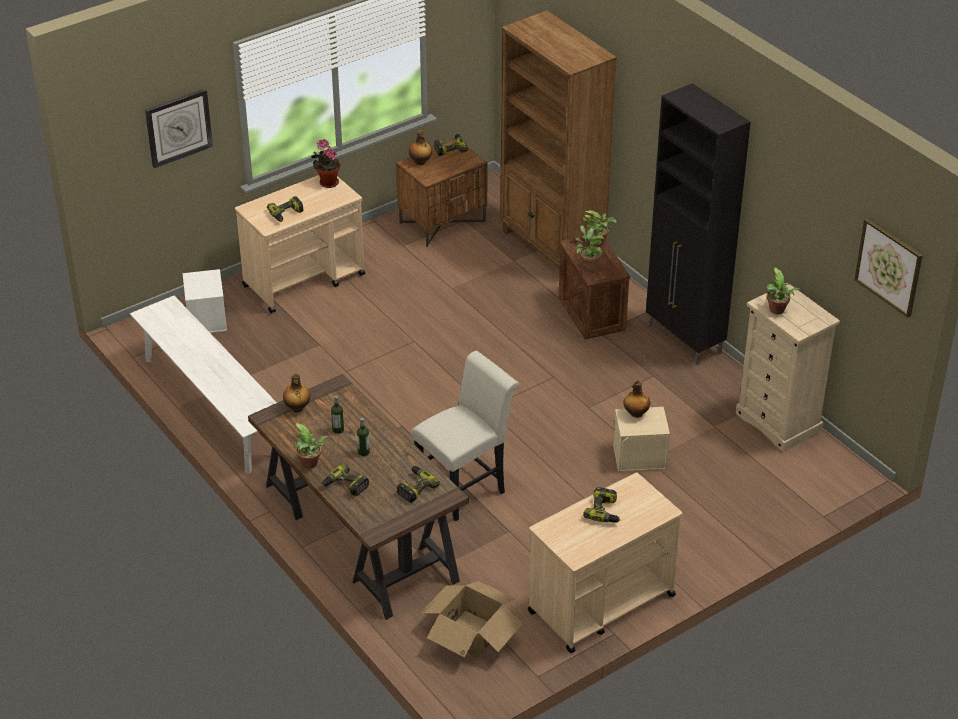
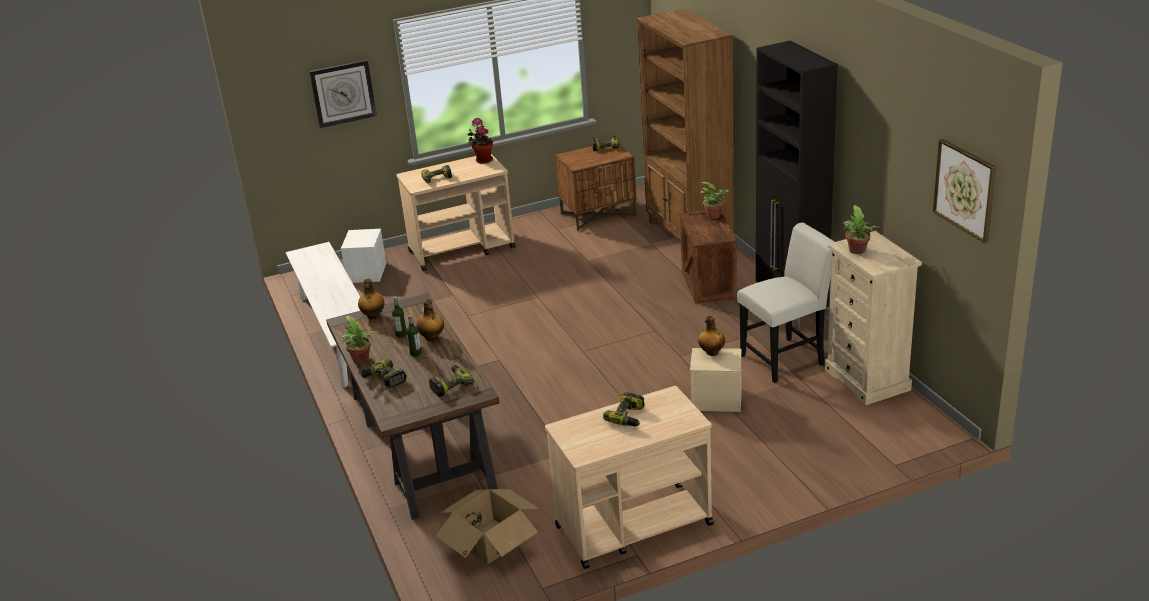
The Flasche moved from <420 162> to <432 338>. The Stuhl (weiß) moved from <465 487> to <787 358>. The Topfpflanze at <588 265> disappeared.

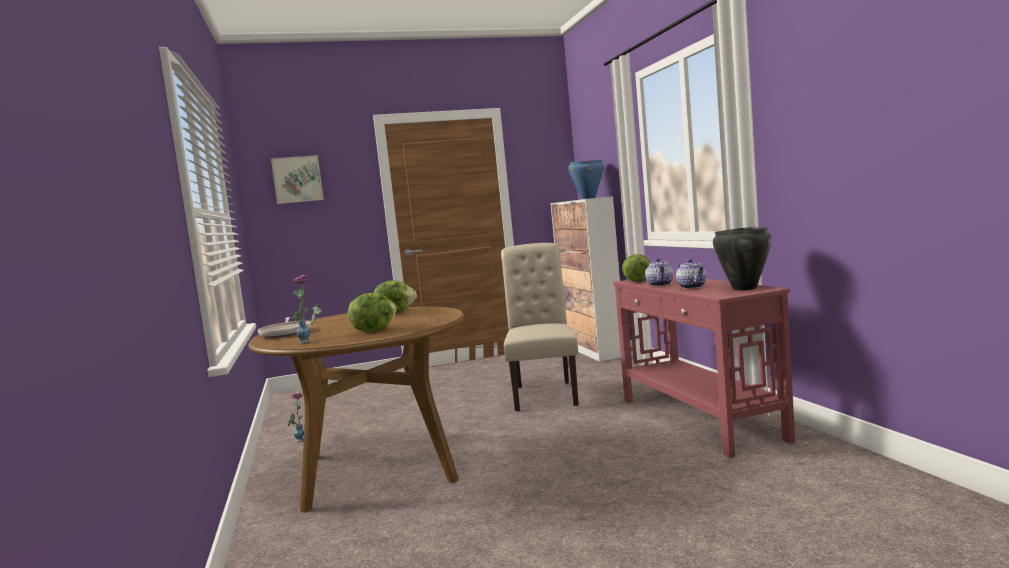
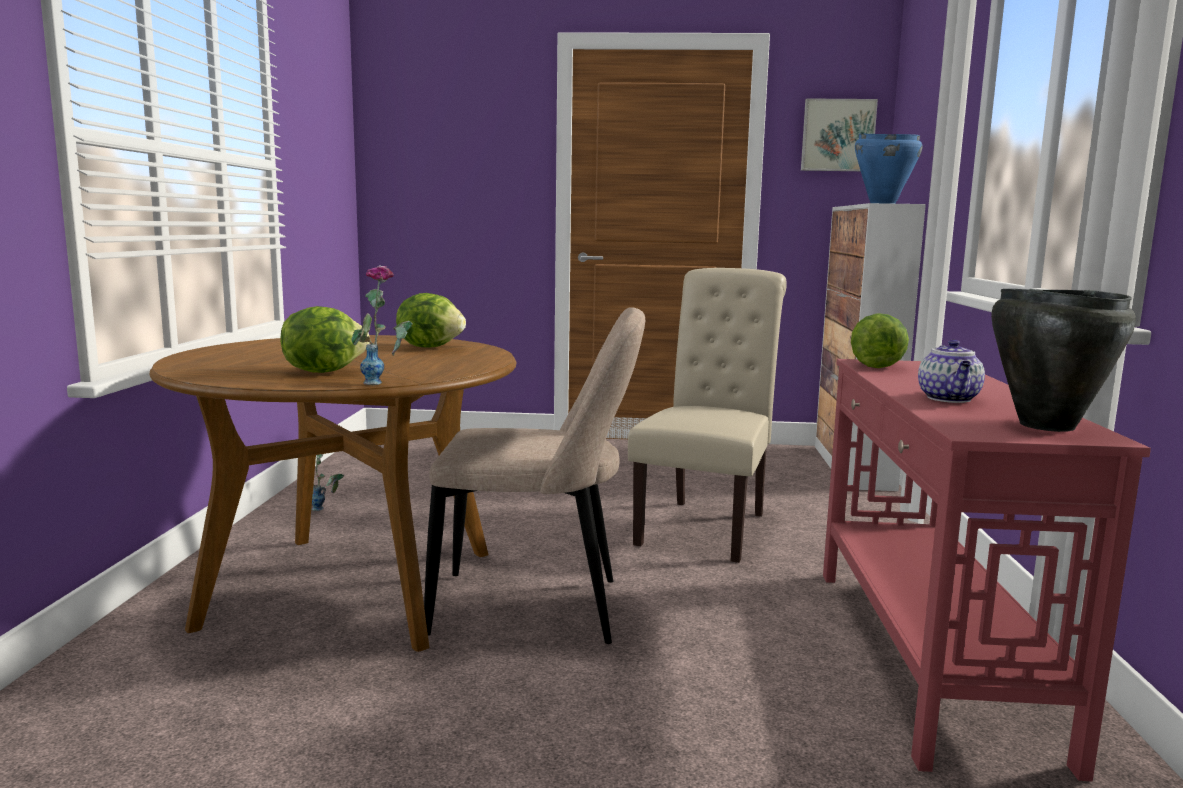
The Pfanne at <286 333> disappeared. The Bild moved from <297 179> to <837 135>. The Vase moved from <312 340> to <386 383>. The Teekanne at <660 284> disappeared. The Stuhl (beige) at <537 608> appeared.

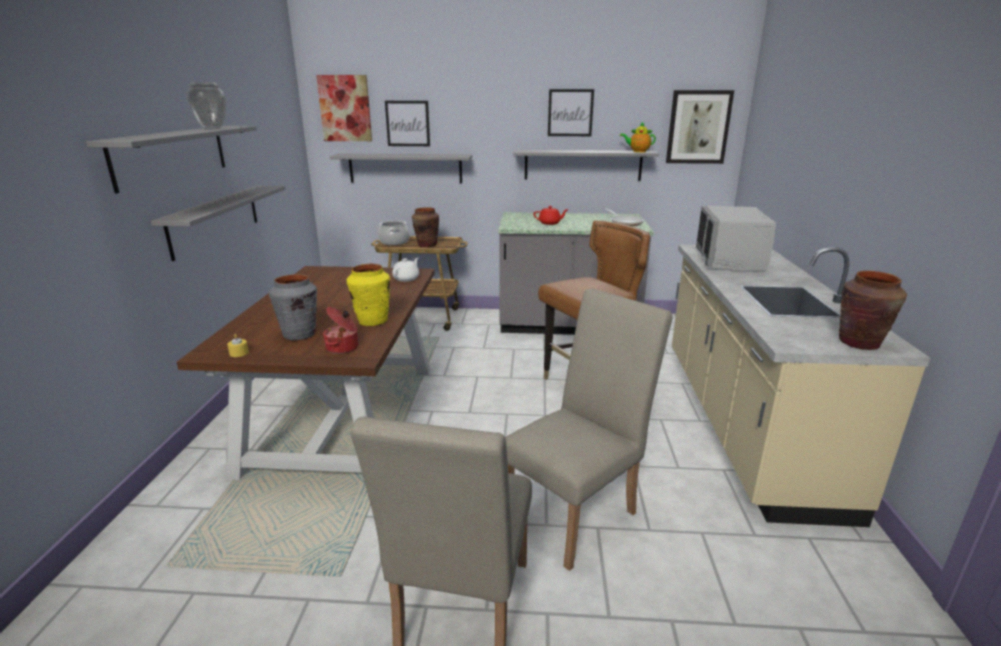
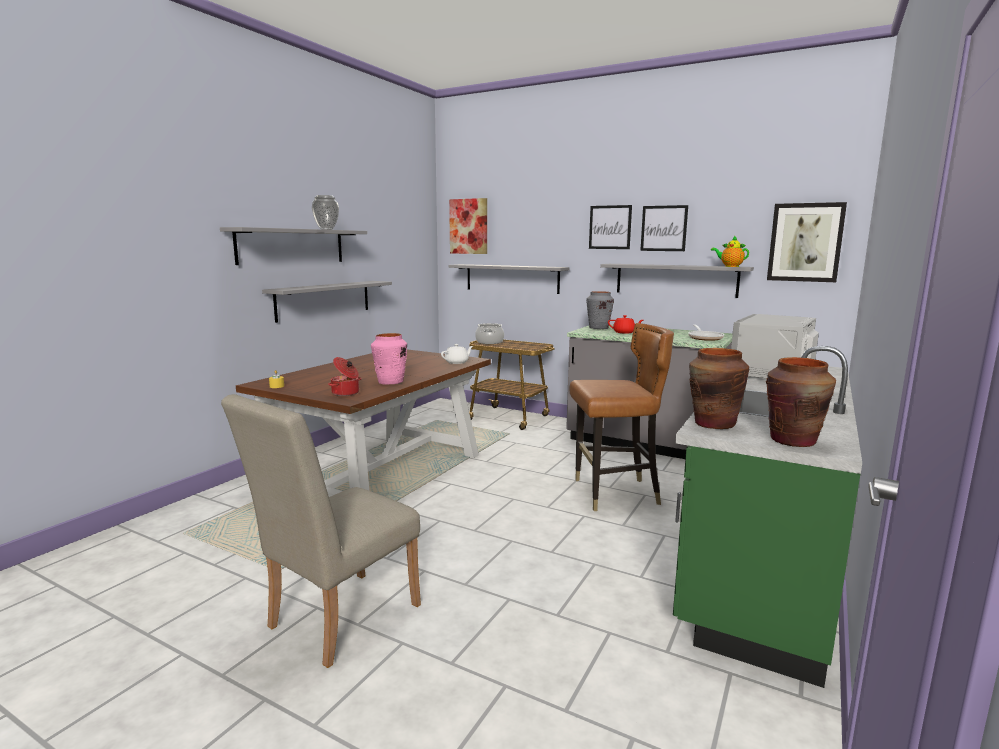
The Vase (grau) moved from <299 334> to <598 328>. The Vase (gelb) at <372 321> became the Vase (rosa) at <390 382>. The Bild moved from <407 123> to <610 227>. The Vase (braun) moved from <427 245> to <713 424>. The Stuhl (beige) at <577 512> disappeared. The Küchenzeile (beige) at <743 423> became the Küchenzeile (grün) at <760 559>.

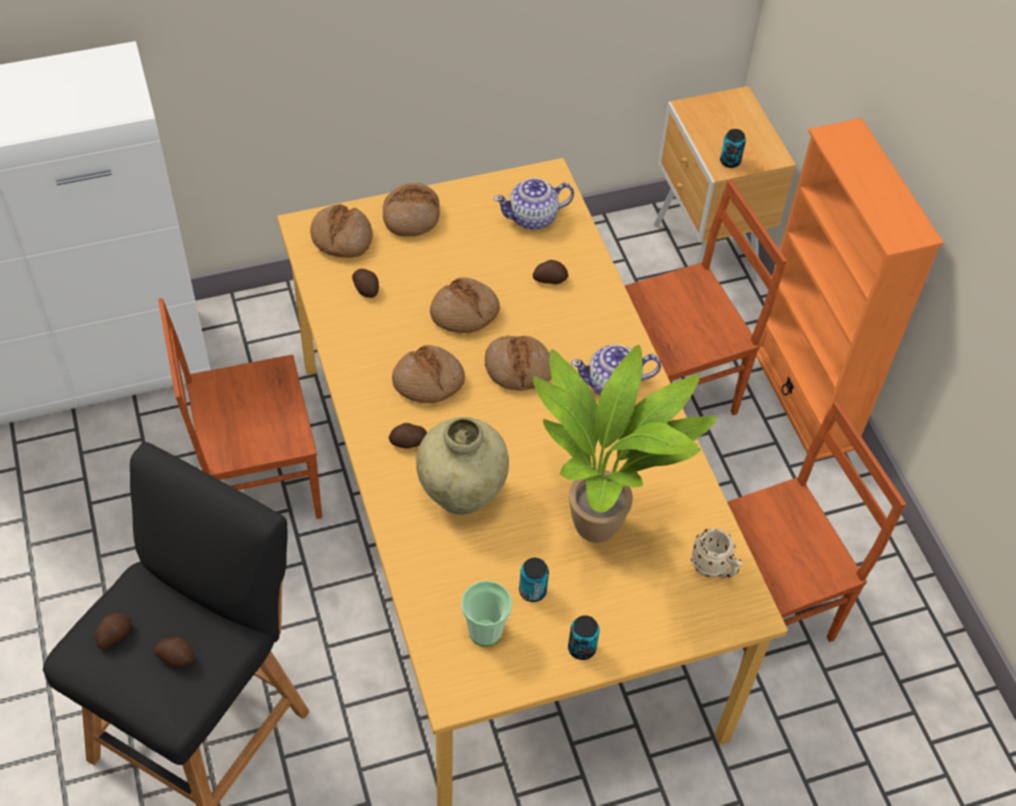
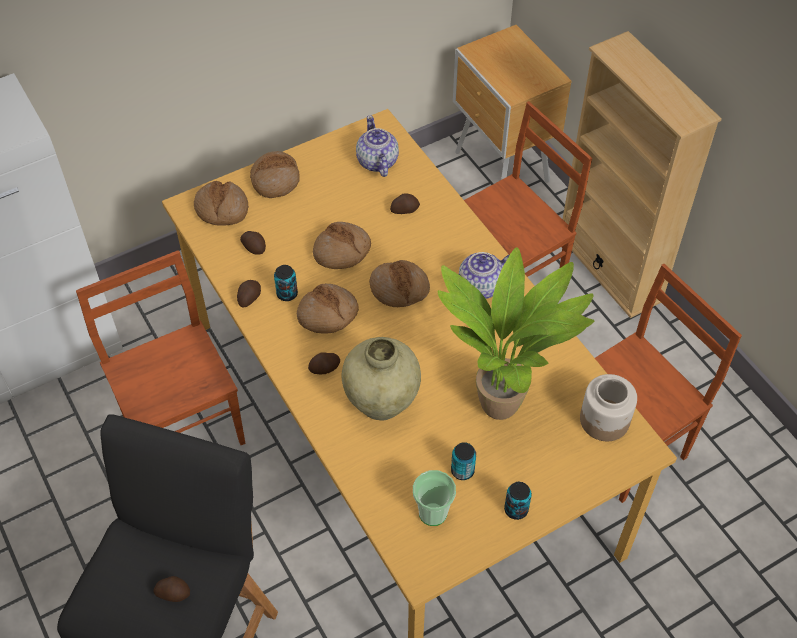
The Kartoffel moved from <114 635> to <249 298>. The Stuhl (braun) at <259 481> turned 90 degrees clockwise. The Teekanne at <533 217> turned 105 degrees clockwise. The Henkelbecher (beige) at <714 569> was replaced by the Vorratsglas at <604 420>. The Dose moved from <730 161> to <287 294>. The Bücherregal (orange) at <803 395> became the Bücherregal (beige) at <609 266>.

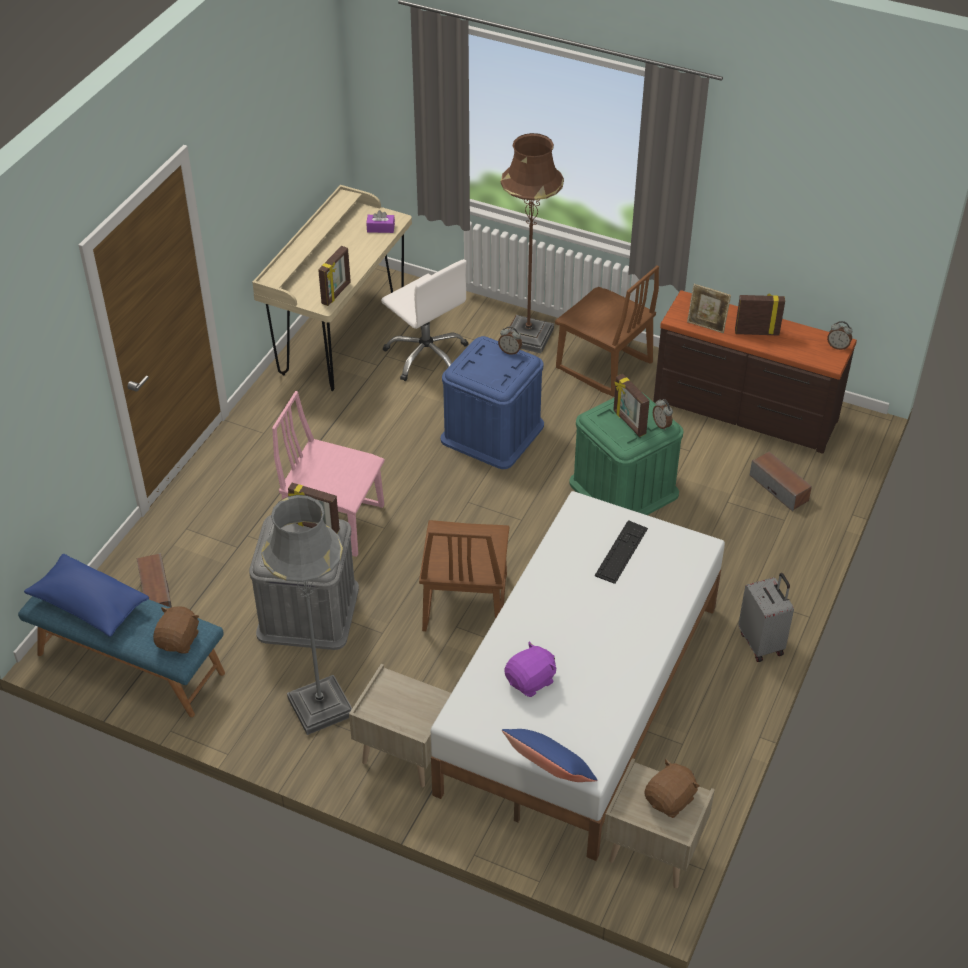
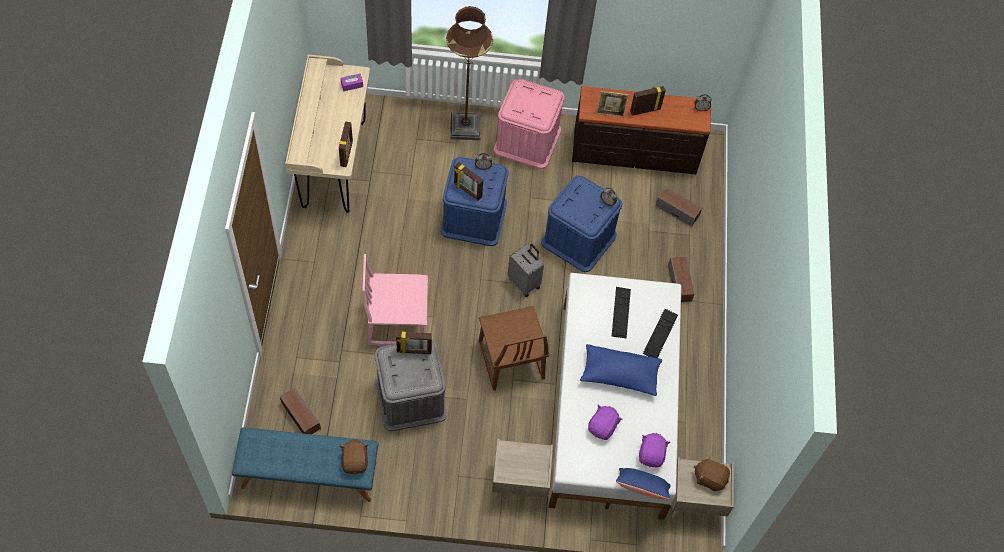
The Kissen (blau) moved from <89 605> to <619 374>. The Stehlampe (grau) at <320 706> disappeared. The Bürostuhl (weiß) at <427 355> disappeared. The Stuhl (braun) at <603 366> was replaced by the Aufbewahrungsbox (rosa) at <527 140>. The Aufbewahrungsbox (grün) at <623 488> became the Aufbewahrungsbox (blau) at <578 239>. The Bilderrahmen moved from <628 423> to <467 190>. The Plüschtier (braun) at <670 800> turned 90 degrees counterclockwise. The Koffer (grau) moved from <762 643> to <524 282>. The Plüschtier (lila) at <651 454> appeared. The Tastatur at <660 334> appeared. The Lautsprecher at <680 283> appeared.

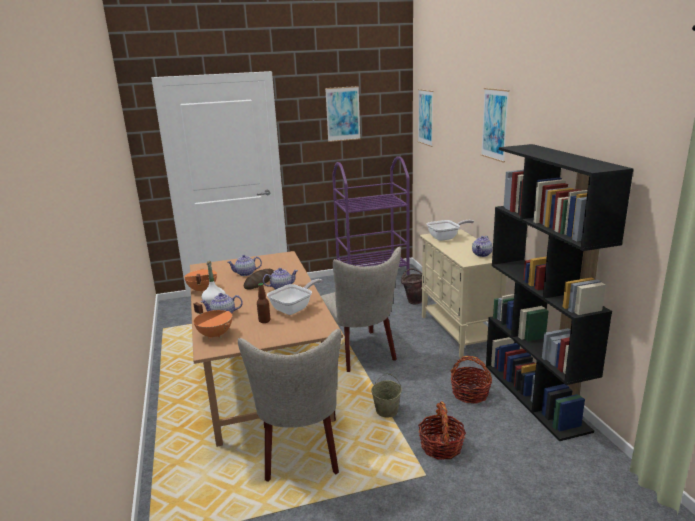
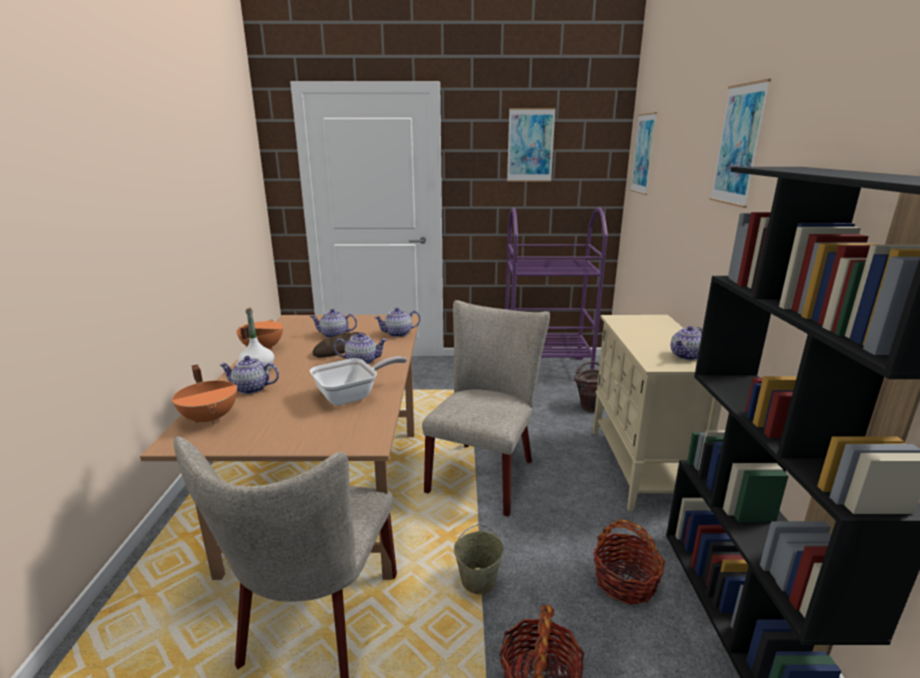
The Flasche at <264 320> disappeared. The Stuhl (beige) at <361 353> turned 150 degrees counterclockwise. The Pfanne at <446 237> disappeared. The Teekanne at <398 334> appeared.

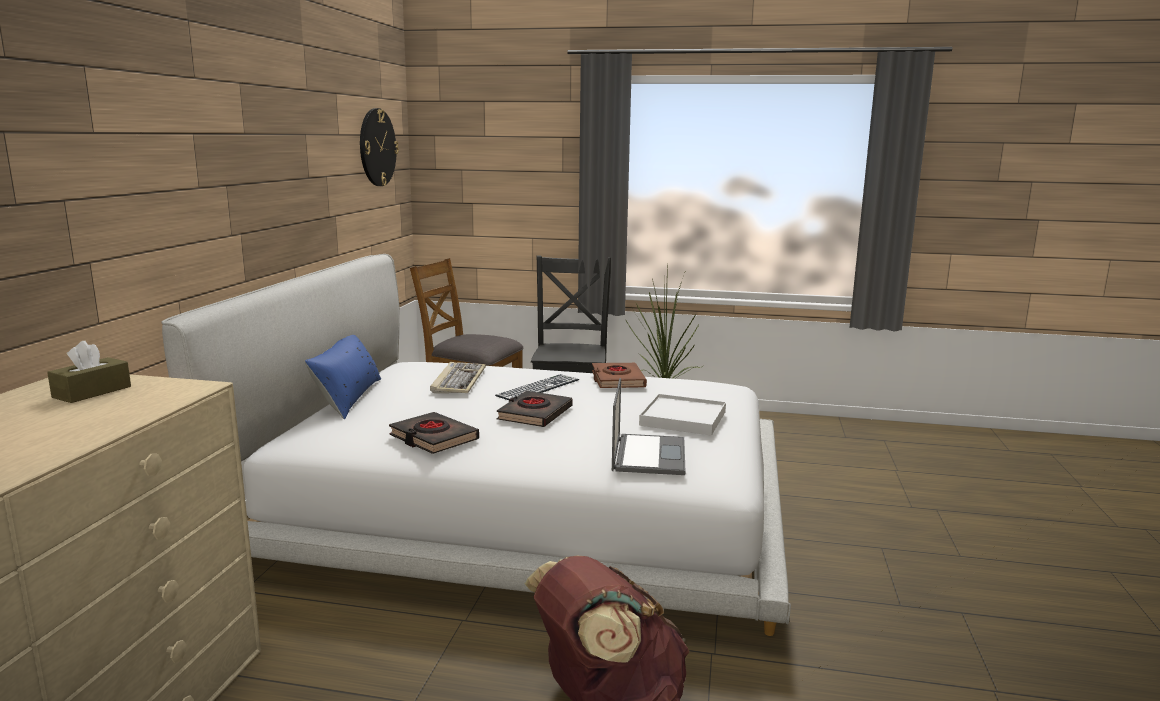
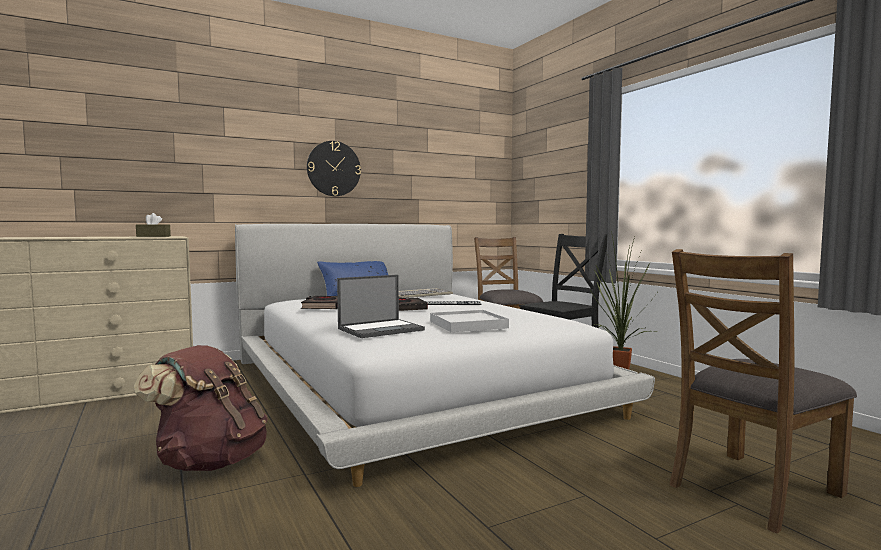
The Wanduhr moved from <377 147> to <333 168>. The Buch (braun) at <617 380> disappeared. The Stuhl (braun) at <752 489> appeared.

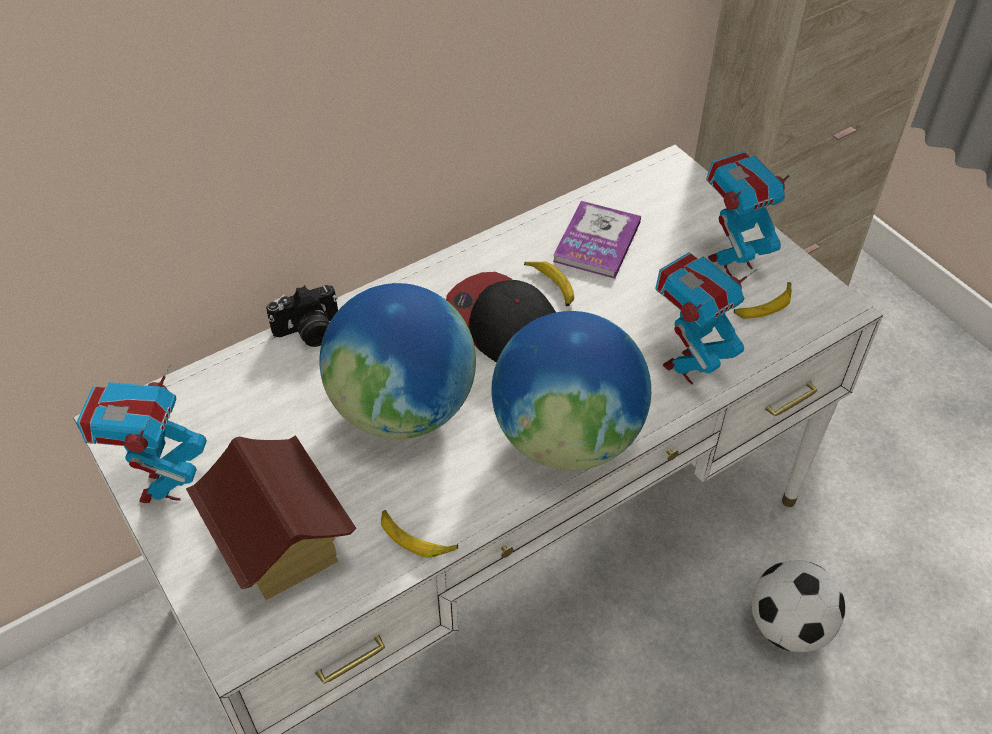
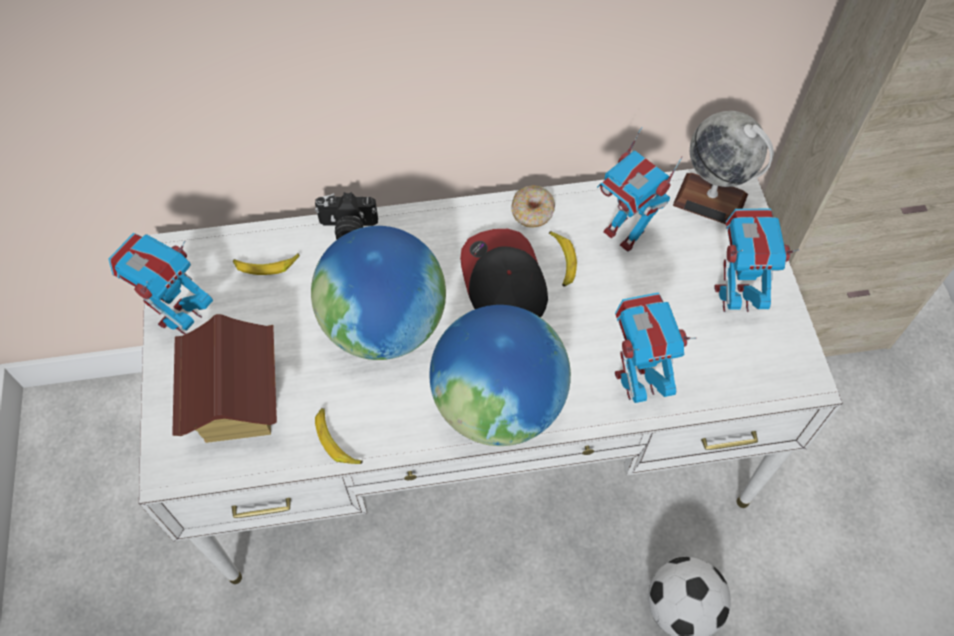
The Buch at <597 241> was replaced by the Spielzeugroboter at <625 233>. The Banane moved from <764 306> to <266 265>. The Donut at <532 212> appeared. The Globus at <710 200> appeared.

